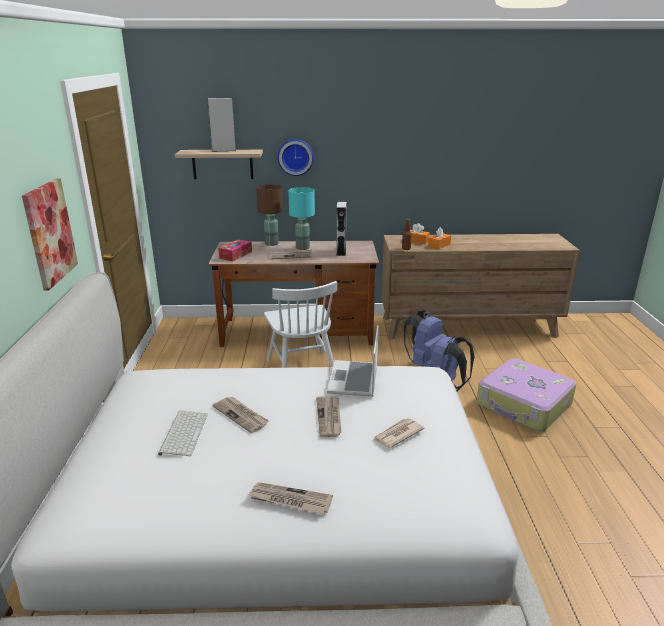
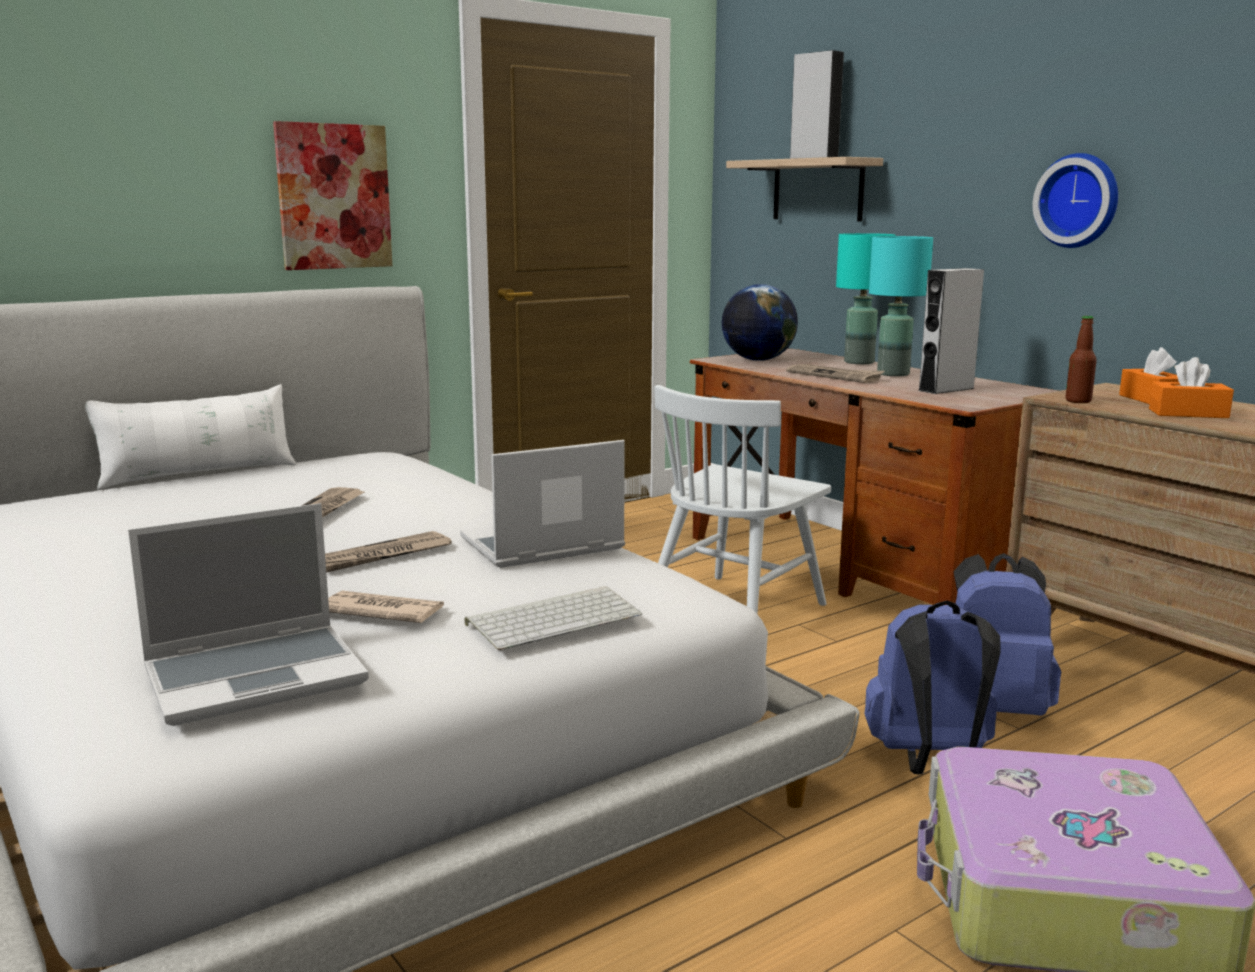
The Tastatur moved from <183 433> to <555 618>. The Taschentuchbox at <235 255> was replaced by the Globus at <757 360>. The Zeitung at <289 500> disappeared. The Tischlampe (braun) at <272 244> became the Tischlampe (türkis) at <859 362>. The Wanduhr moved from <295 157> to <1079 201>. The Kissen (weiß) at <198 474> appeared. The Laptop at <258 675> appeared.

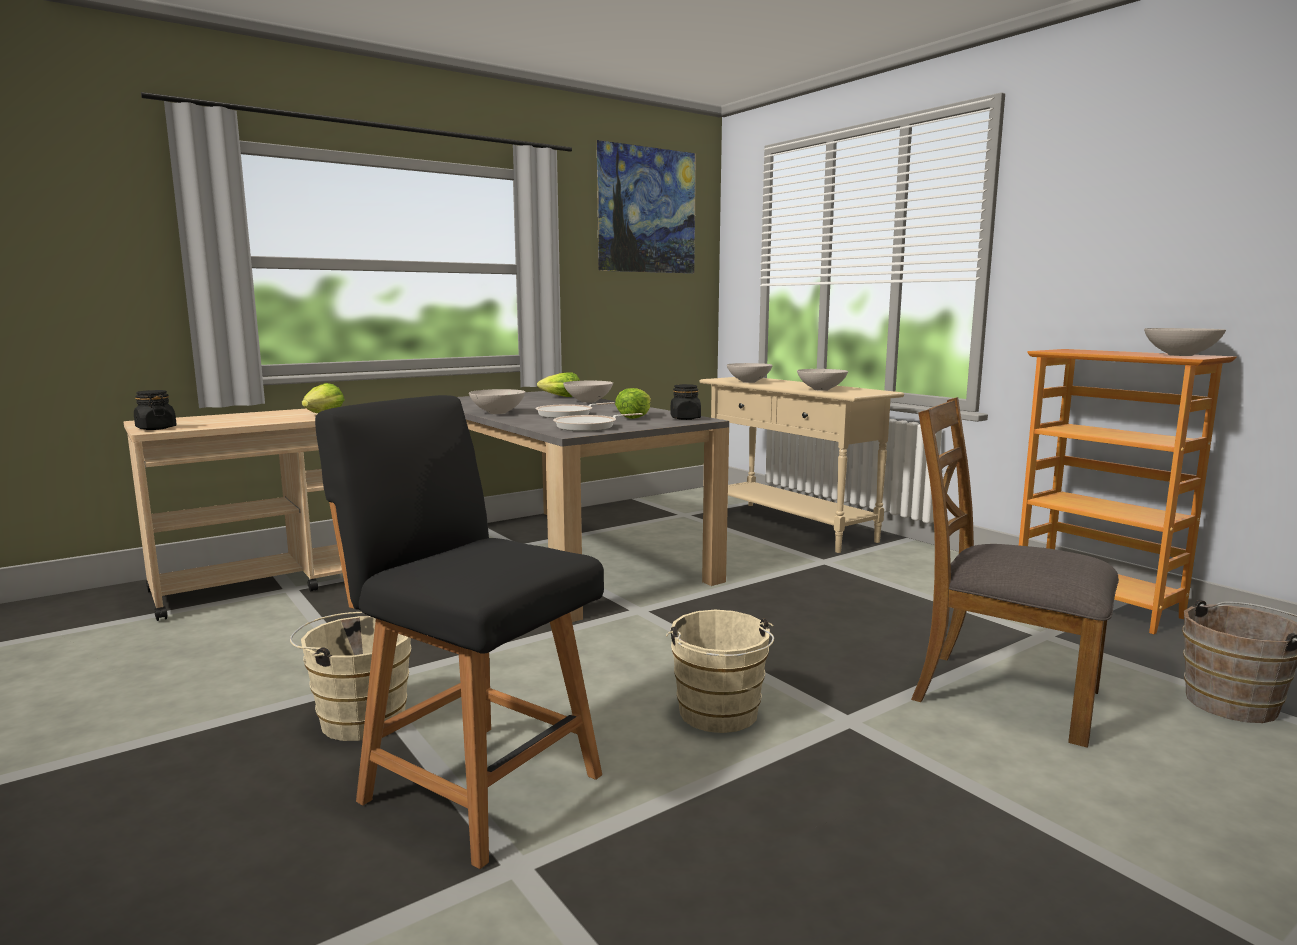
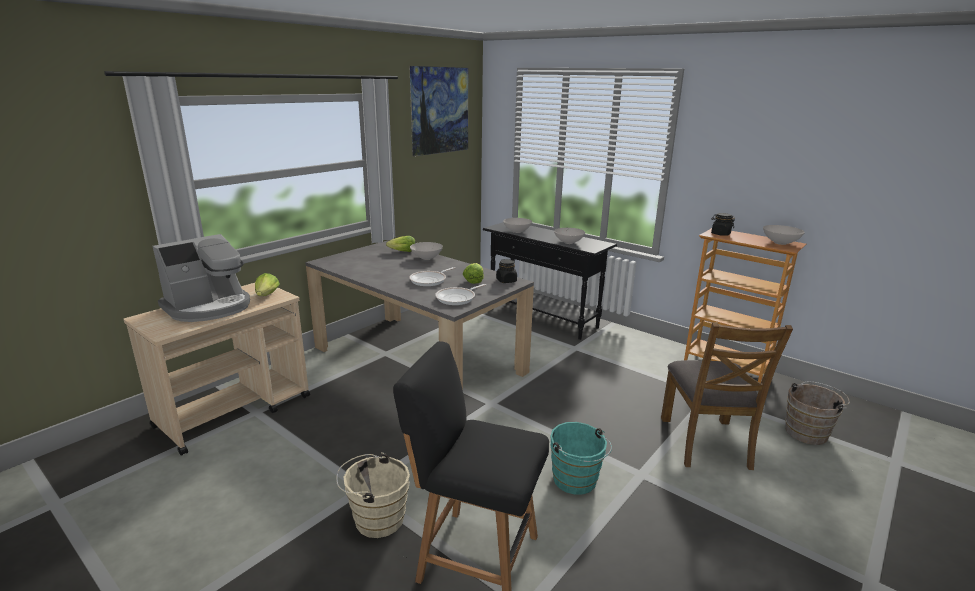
The Vorratsglas (schwarz) moved from <156 428> to <720 234>. The Schüssel (weiß) at <499 413> disappeared. The Eimer (beige) at <719 716> became the Eimer (türkis) at <576 482>. The Konsolentisch (beige) at <789 526> became the Konsolentisch (schwarz) at <543 318>. The Stuhl (braun) at <1003 694> turned 105 degrees counterclockwise. The Kaffeemaschine at <209 307> appeared.

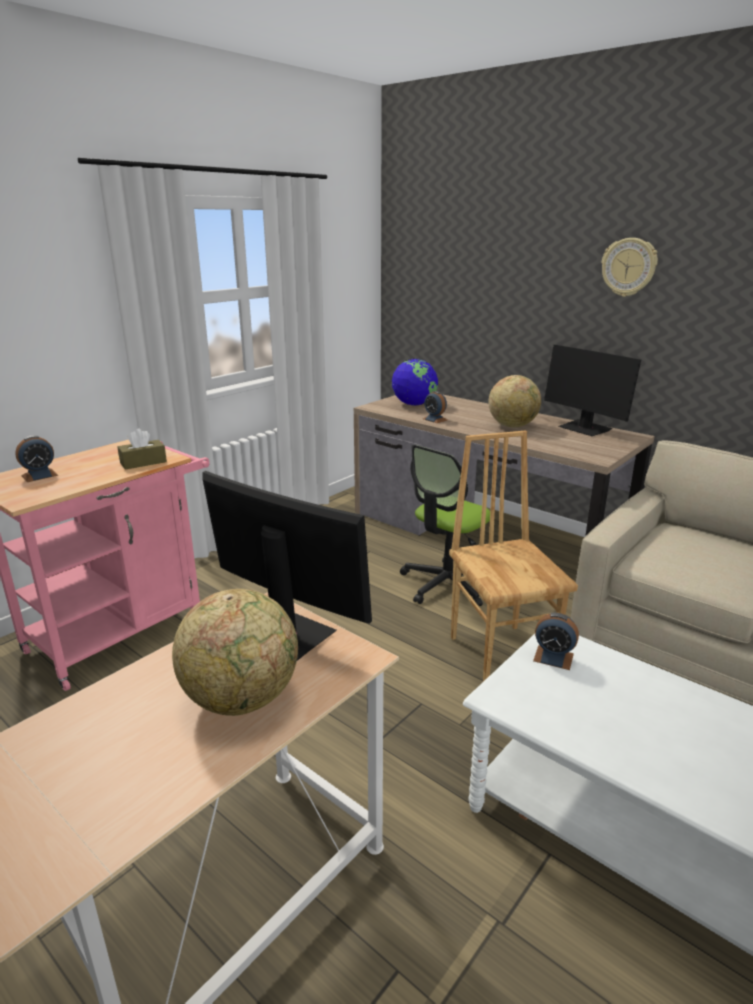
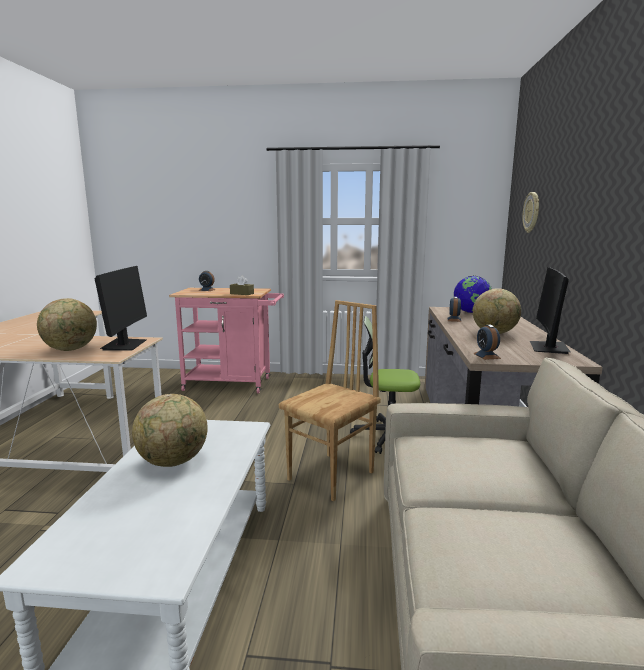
The Wecker moved from <553 657> to <486 356>. The Wanduhr moved from <628 267> to <532 212>. The Globus at <173 462> appeared.

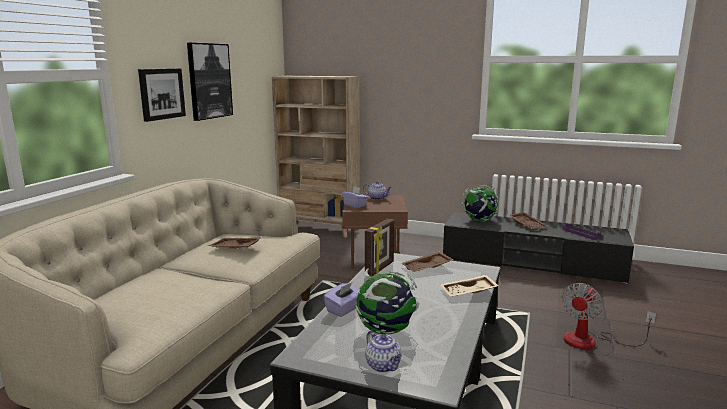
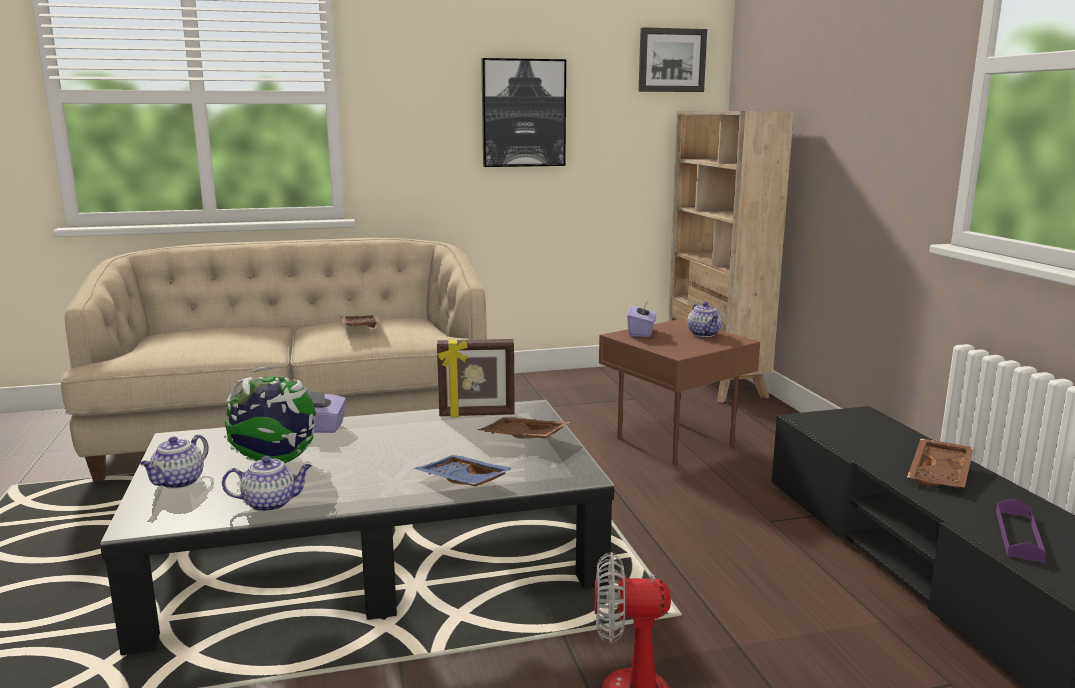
The Bild moved from <161 94> to <671 60>. The Tablett (beige) at <468 293> became the Tablett (blau) at <462 482>. The Globus at <479 220> disappeared. The Teekanne at <271 503> appeared.

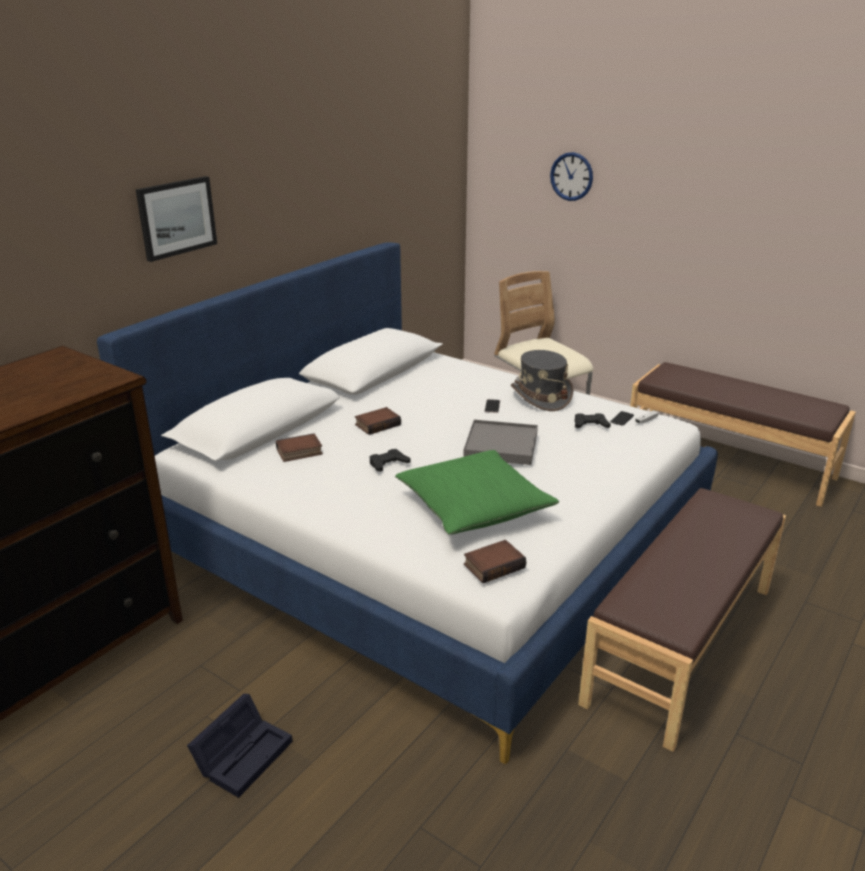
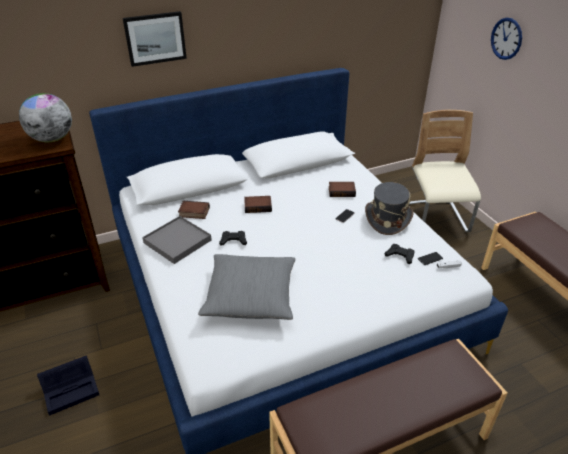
The Kissen (grün) at <474 506> became the Kissen (grau) at <250 295>. The Tablett (grau) moved from <501 446> to <177 241>. The Buch moved from <494 565> to <342 191>. The Globus at <52 139> appeared.

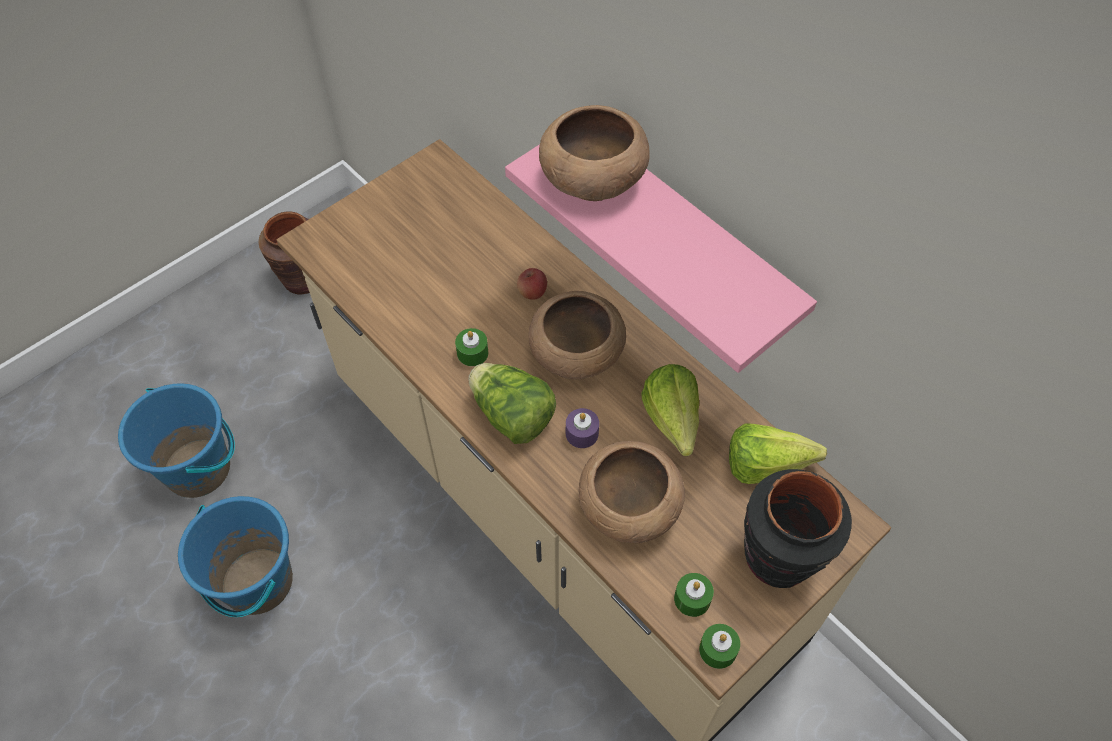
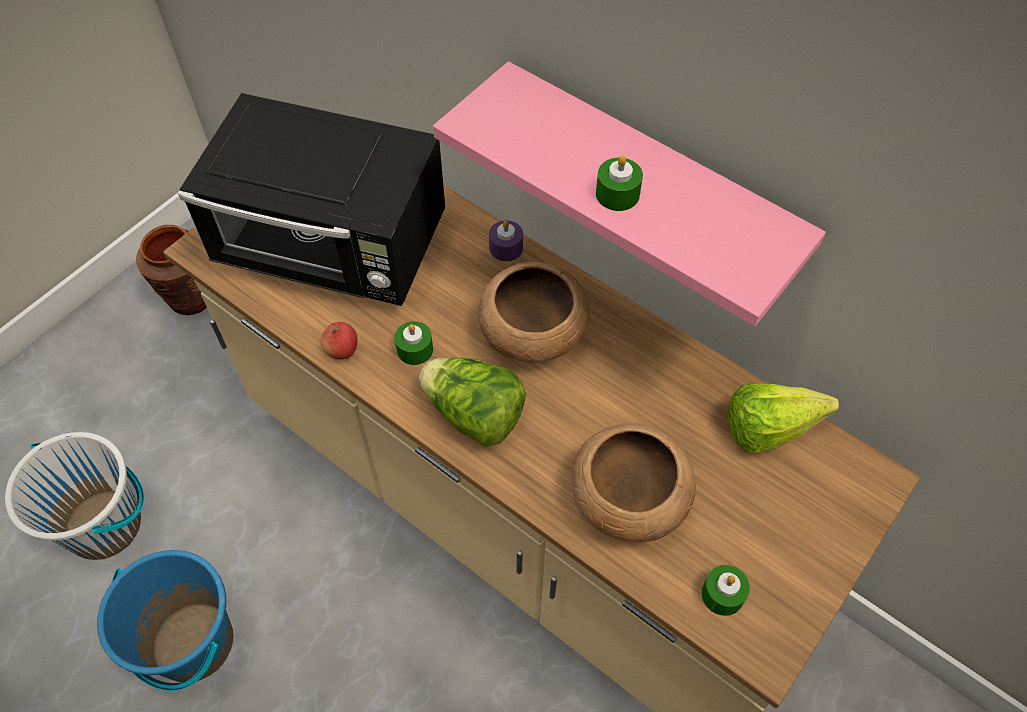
The Eimer (blau) at <198 468> became the Eimer (weiß) at <105 525>. The Apfel moved from <532 292> to <342 350>. The Schüssel (braun) at <592 179> disappeared. The Kerze (lila) moved from <582 433> to <506 248>. The Salatkopf at <672 427> disappeared. The Kerze (grün) moved from <717 650> to <617 194>. The Vase (schwarz) at <778 559> disappeared. The Mikrowelle (schwarz) at <334 249> appeared.

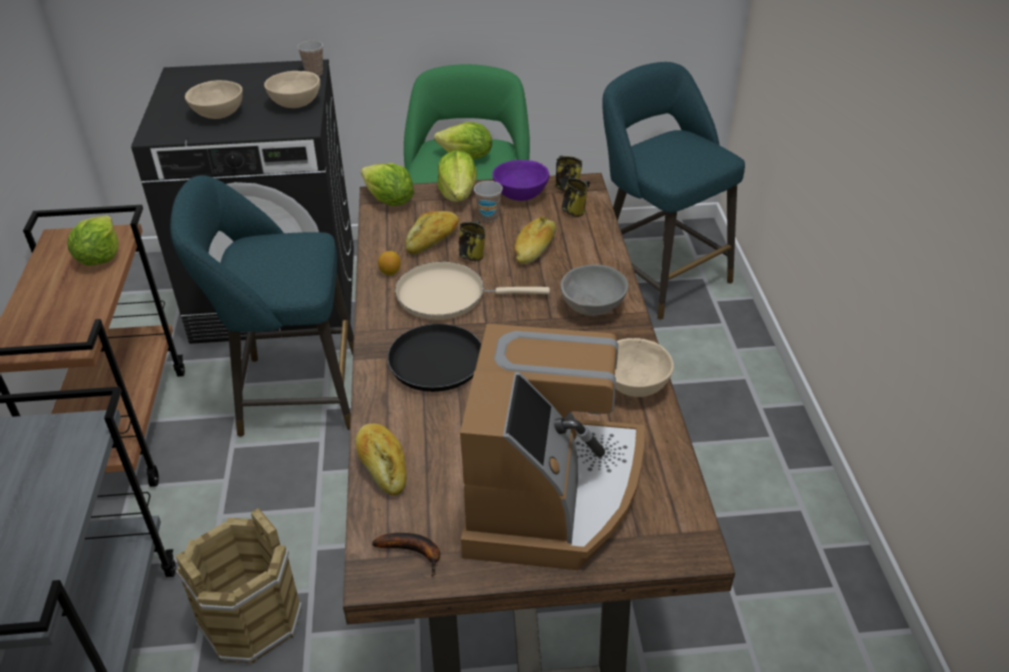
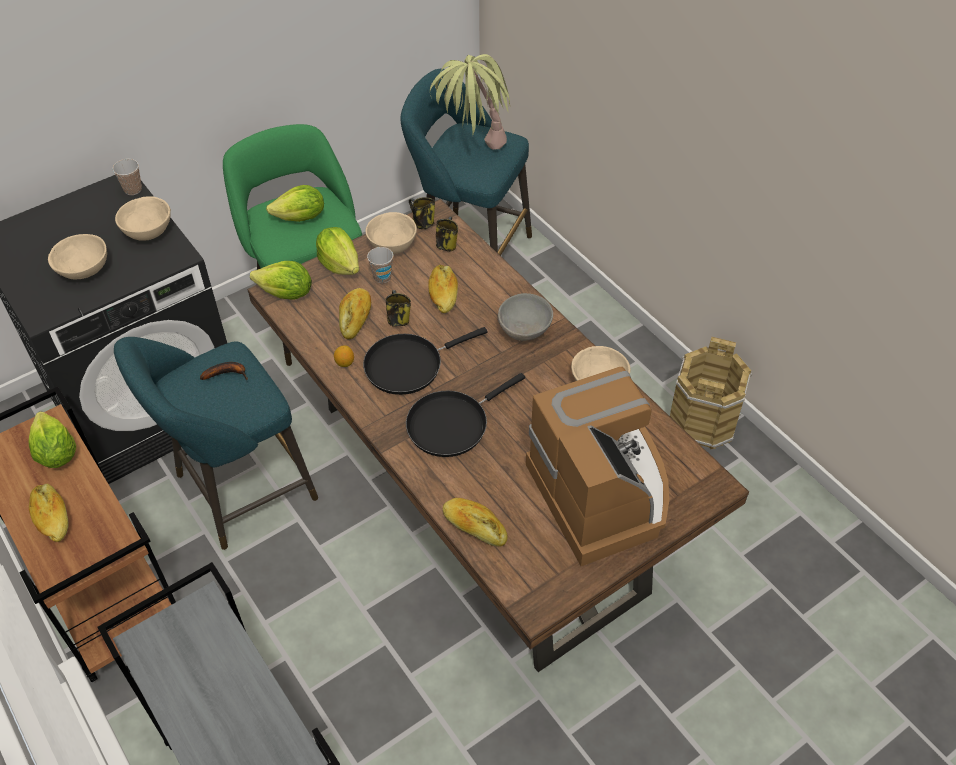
The Eimer (braun) moved from <250 619> to <702 420>. The Banane moved from <414 552> to <227 373>. The Pfanne (beige) at <448 296> became the Pfanne (schwarz) at <408 365>. The Schüssel (lila) at <519 195> became the Schüssel (beige) at <391 246>. The Brot at <52 517> appeared. The Topfpflanze at <473 153> appeared.

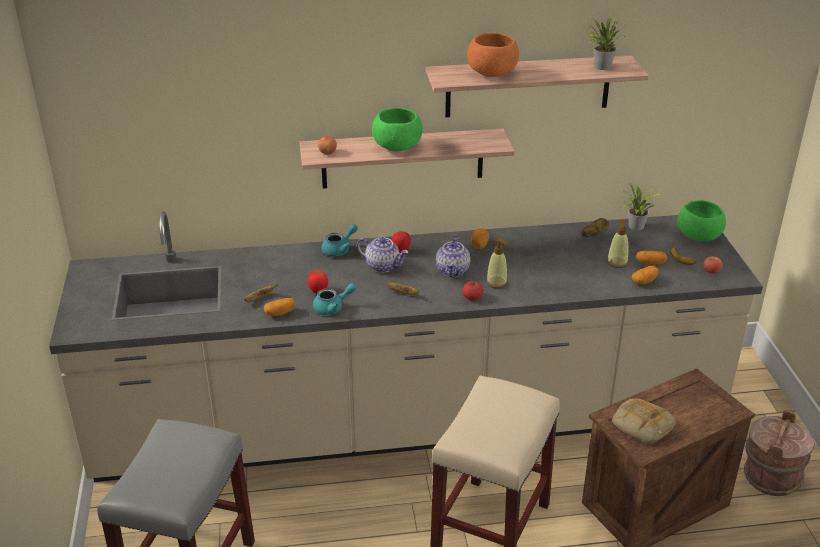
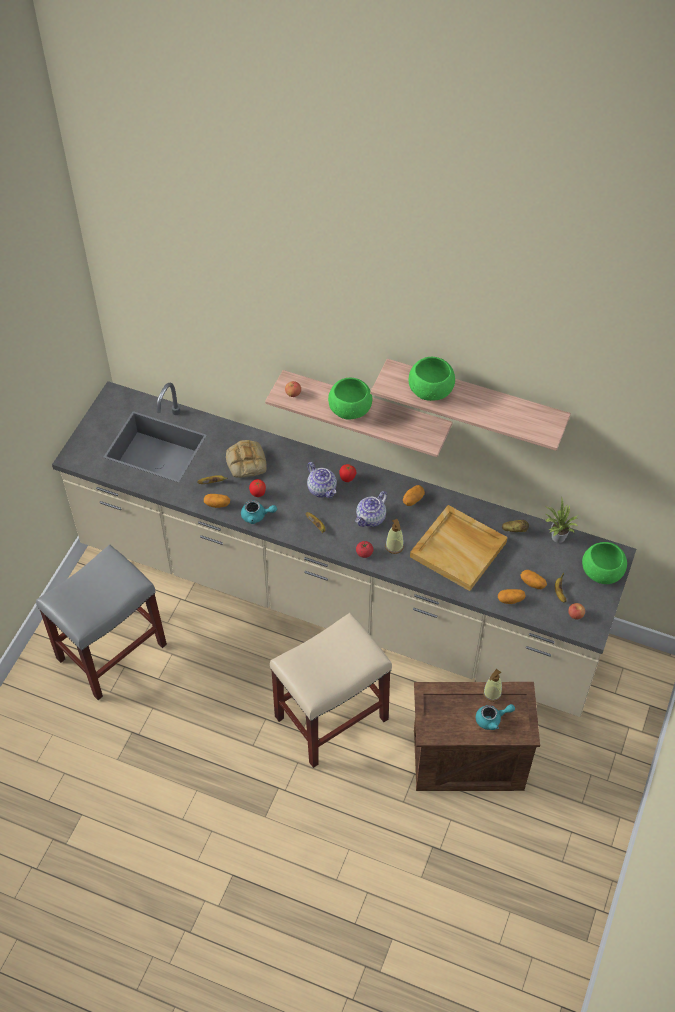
The Teekanne (türkis) moved from <339 249> to <492 719>. The Schüssel (orange) at <492 73> became the Schüssel (grün) at <431 391>. The Topfpflanze at <600 66> disappeared. The Seifenspender moved from <617 263> to <492 693>. The Brot moved from <641 425> to <245 462>. The Eimer (braun) at <770 476> disappeared. The Tablett (beige) at <459 549> appeared.

